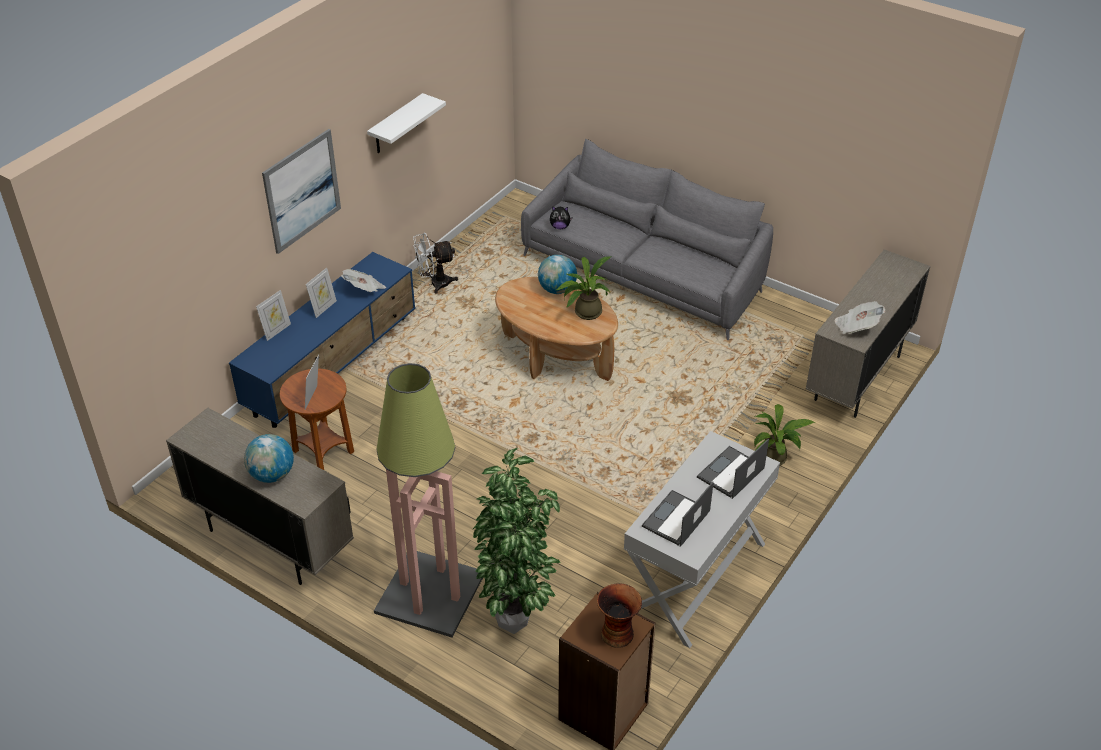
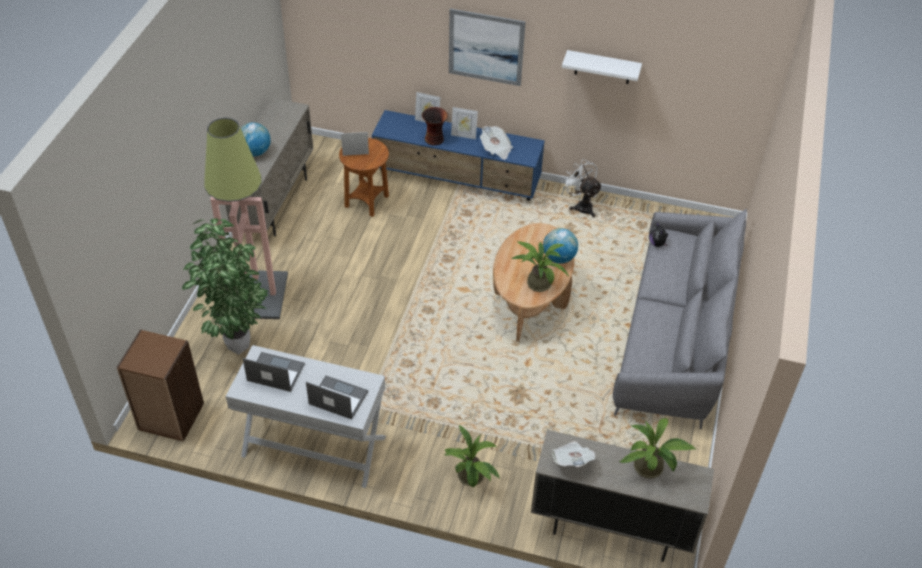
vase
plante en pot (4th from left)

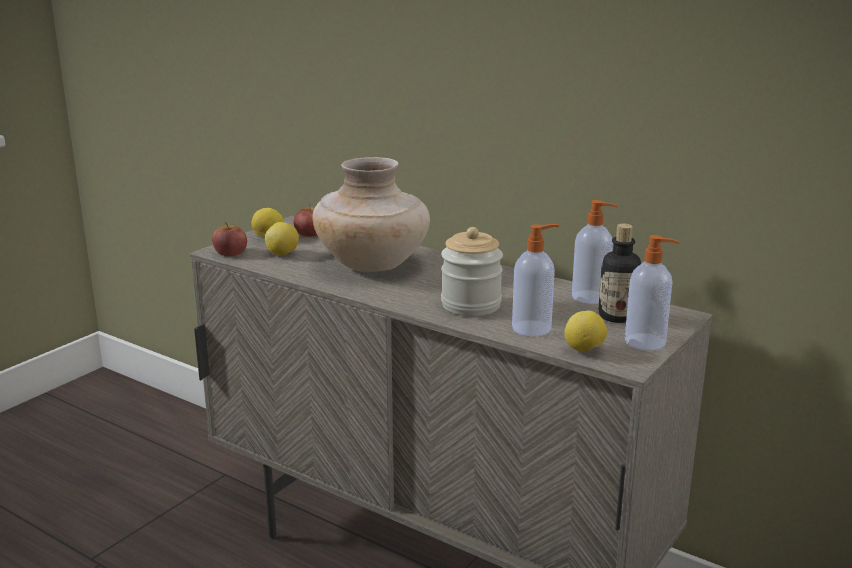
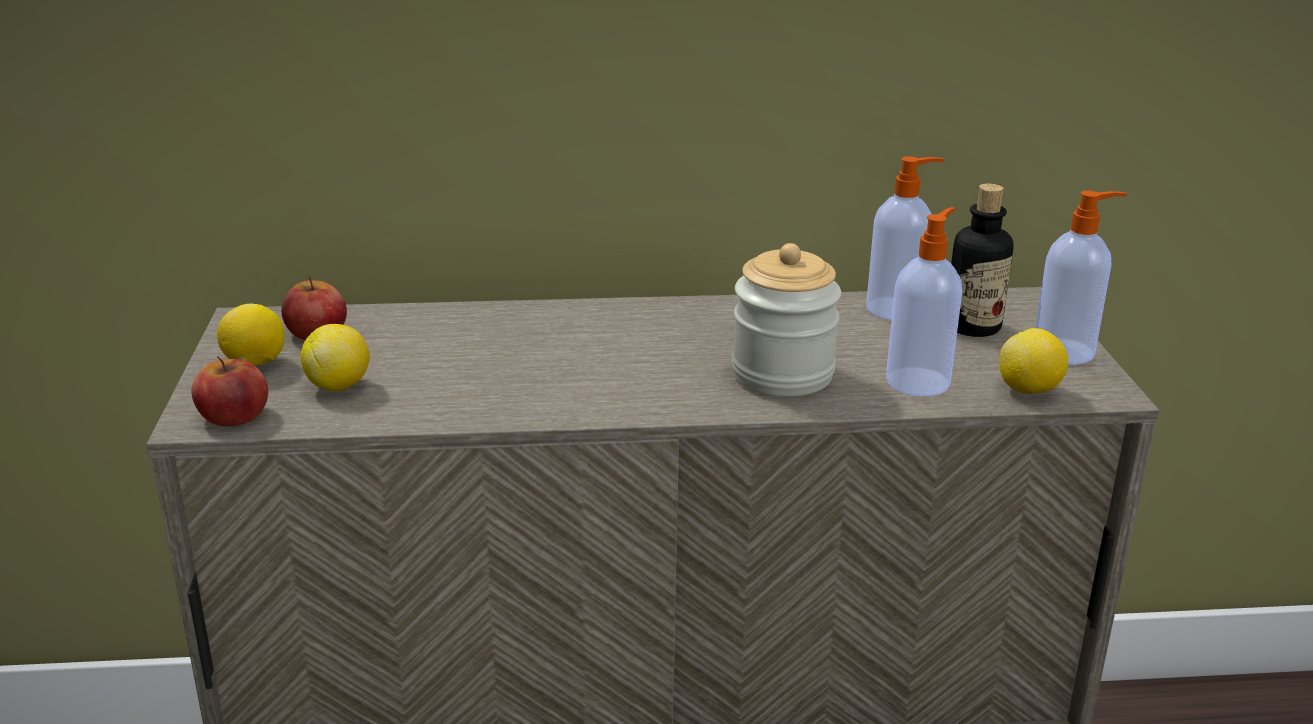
vase/beige

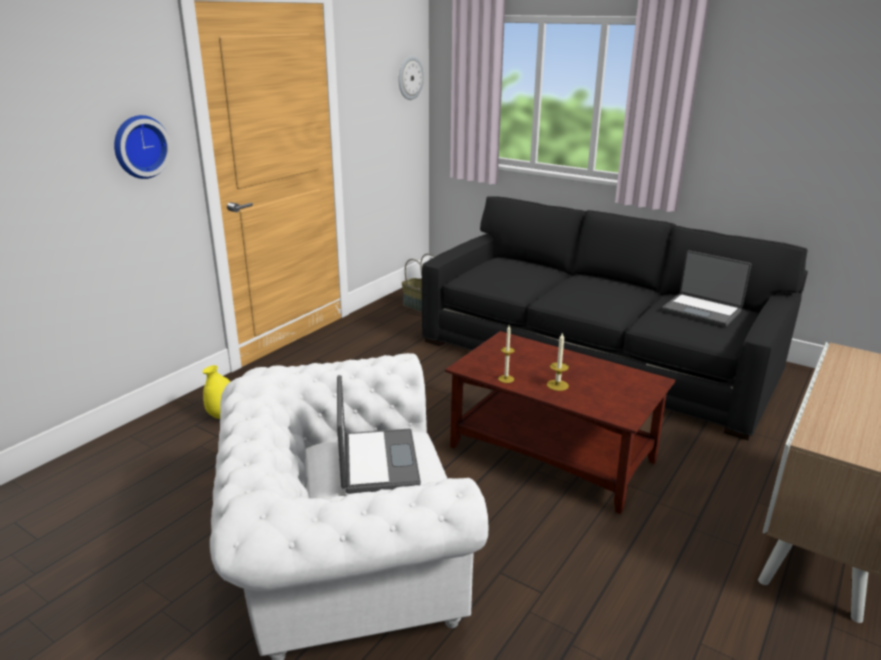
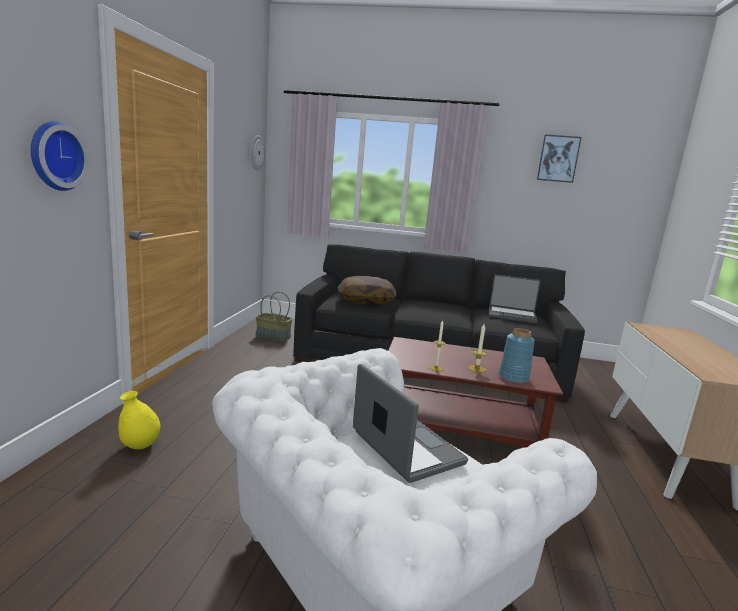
tableau
coussin
vase/bleu

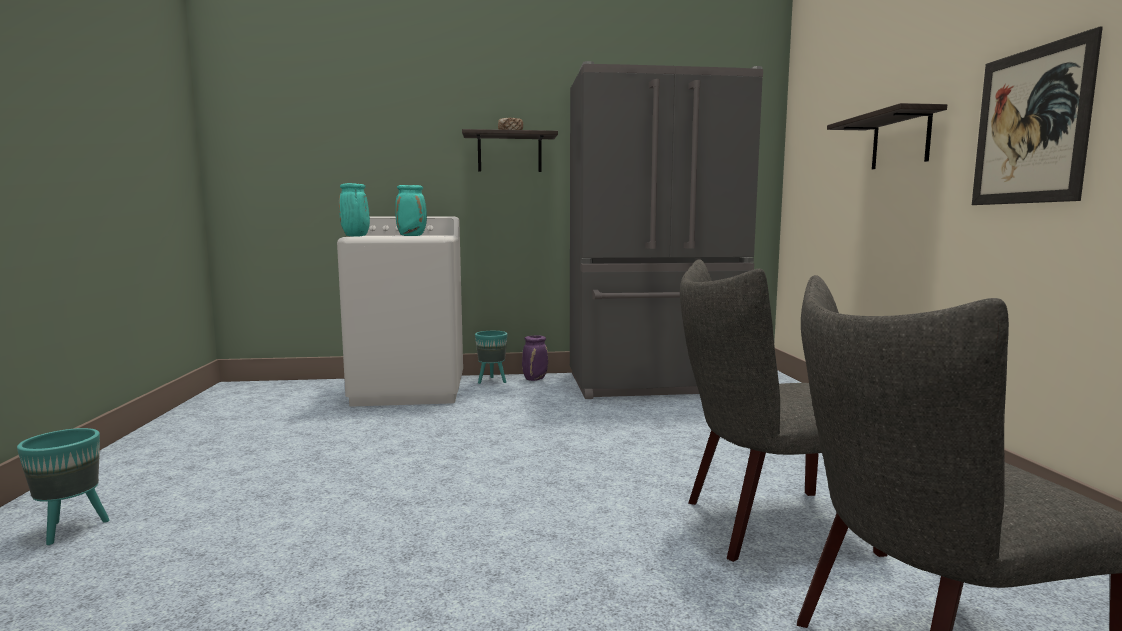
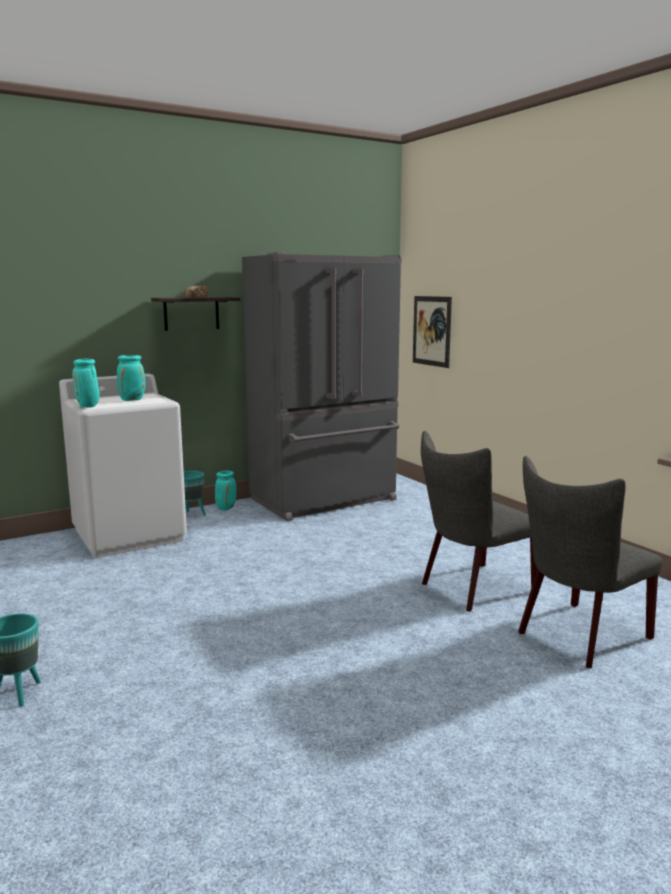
tableau
étagère (2nd from left in the first image)
vase/turquoise (3rd from left)

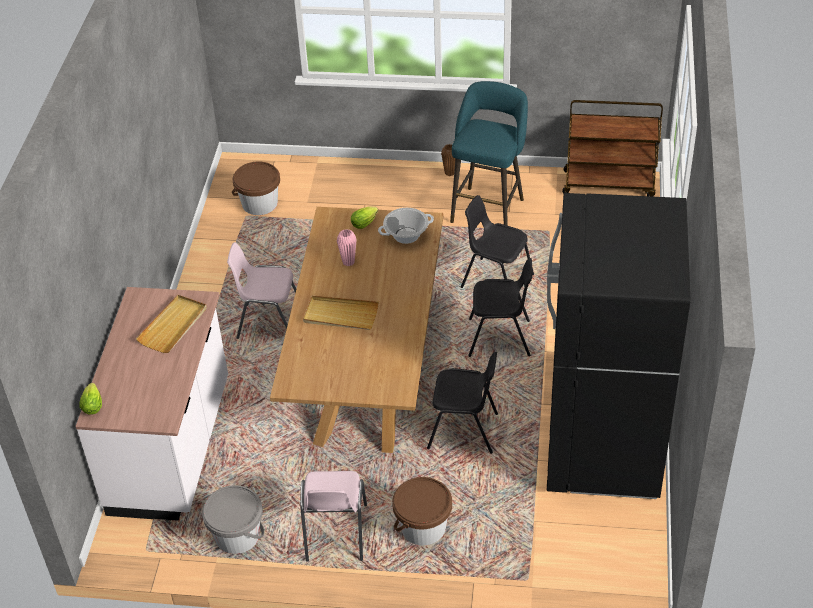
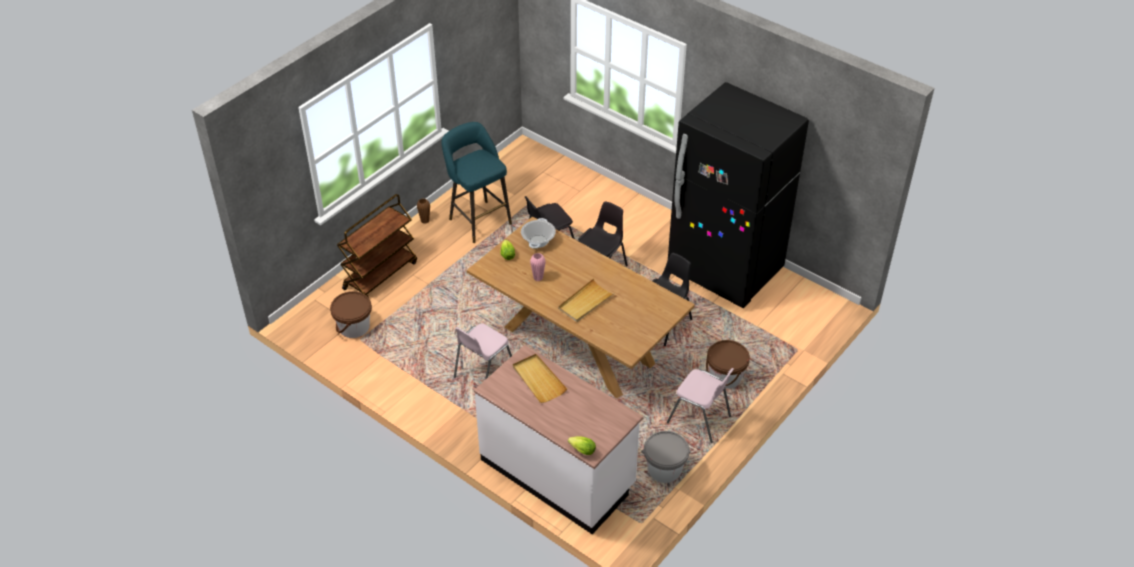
chariot/marron

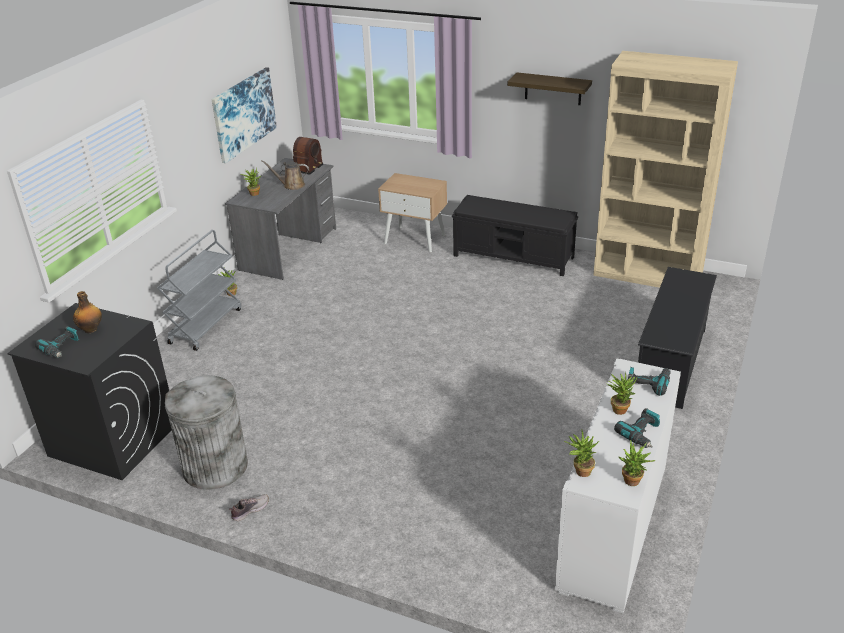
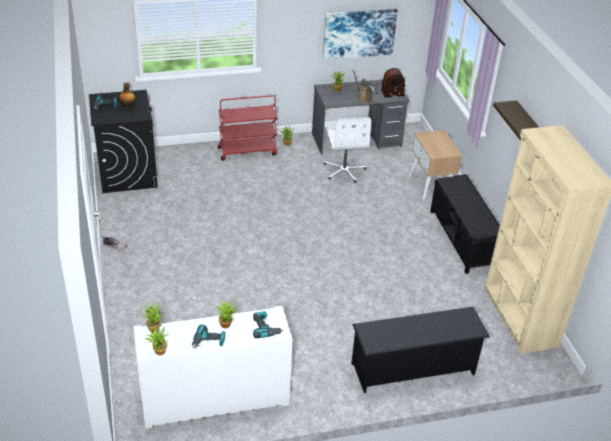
chariot/rouge
poubelle/gris
chaise de bureau/blanc

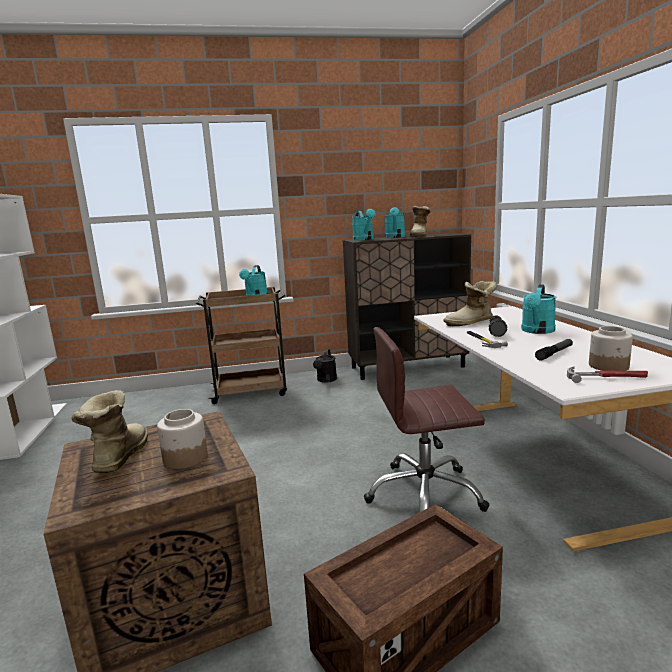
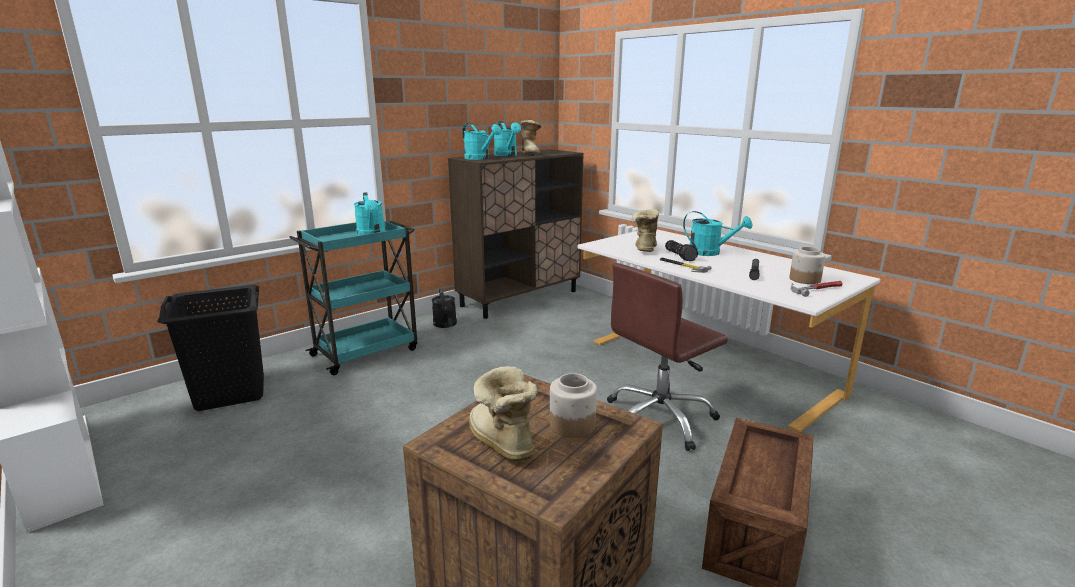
botte (3rd from left)
arrosoir/turquoise (4th from left)
chariot/turquoise
panier à linge/noir

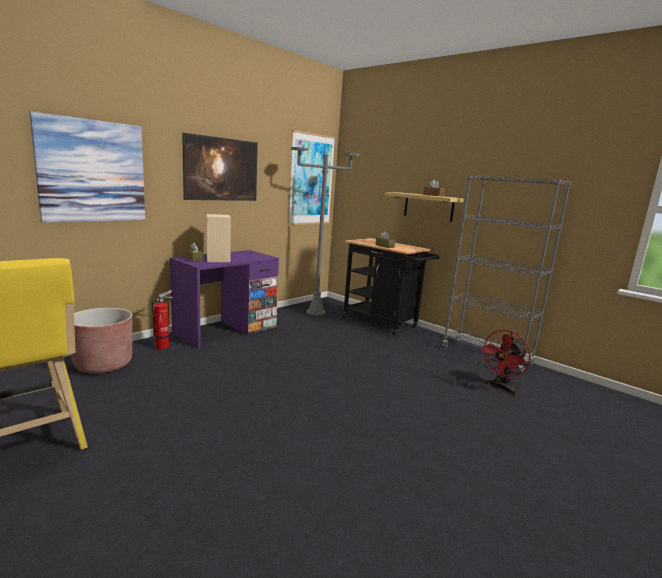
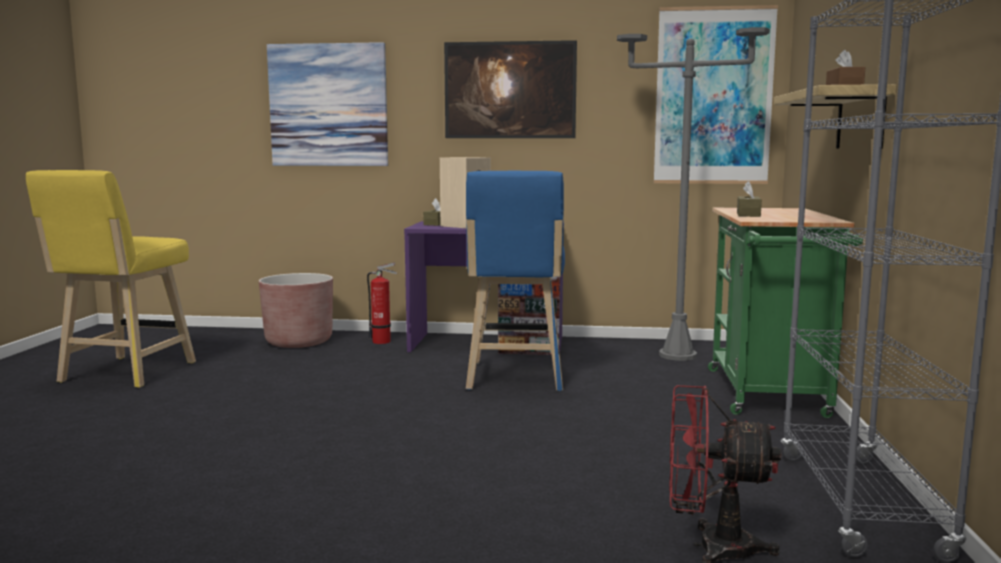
chariot/vert
tabouret/bleu

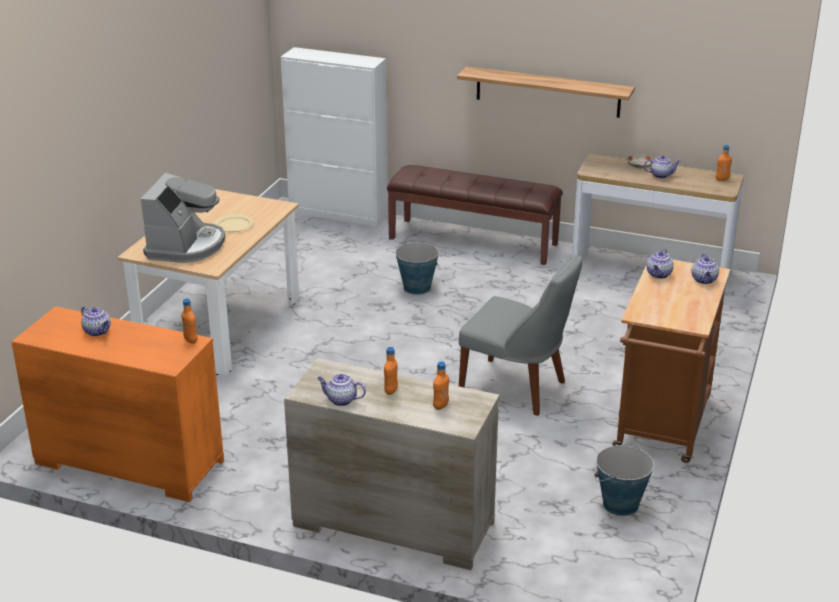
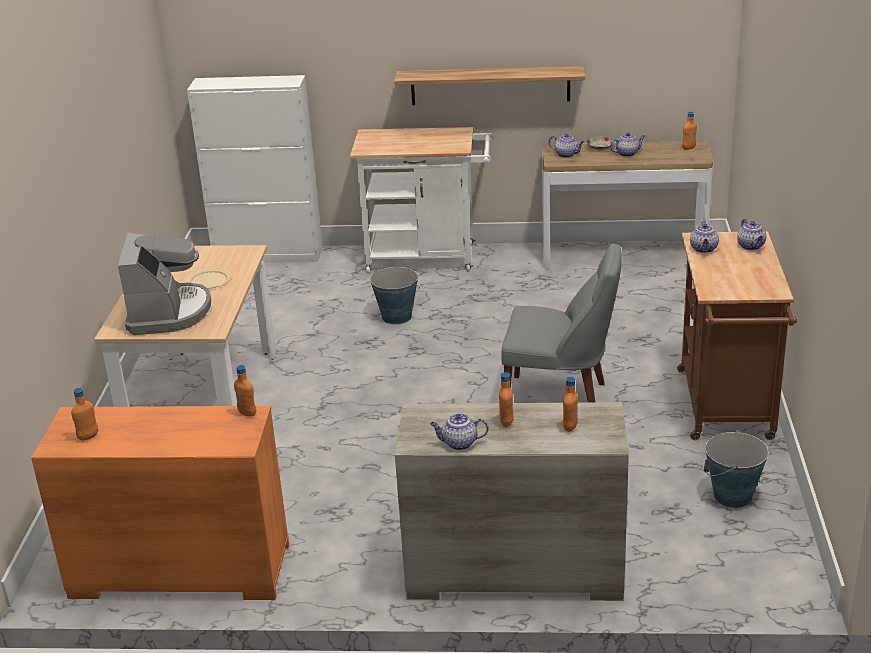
chariot/blanc
théière (2nd from left)
bouteille/orange (1st from left)

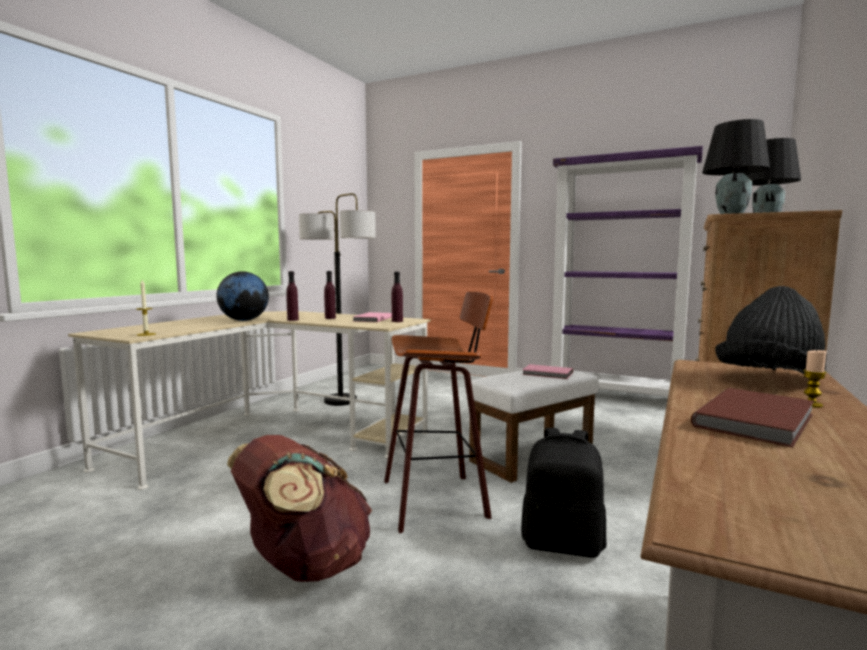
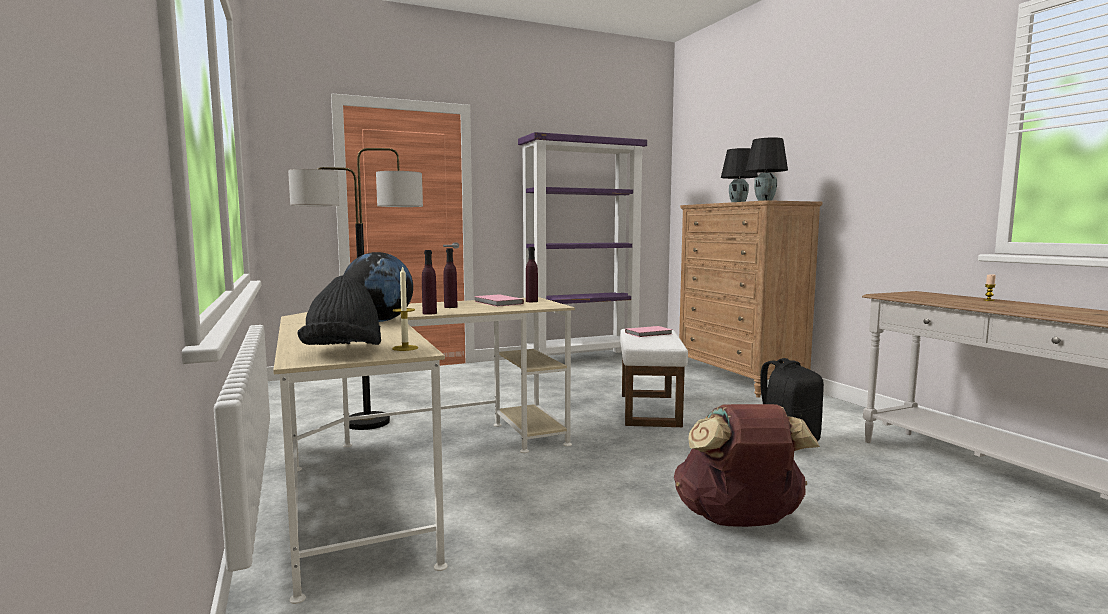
chapeau/noir
tabouret
livre/marron

